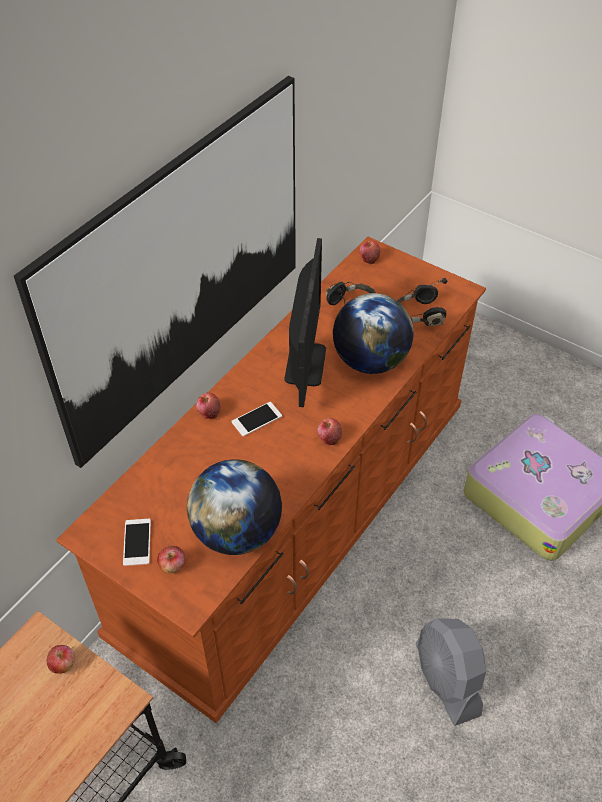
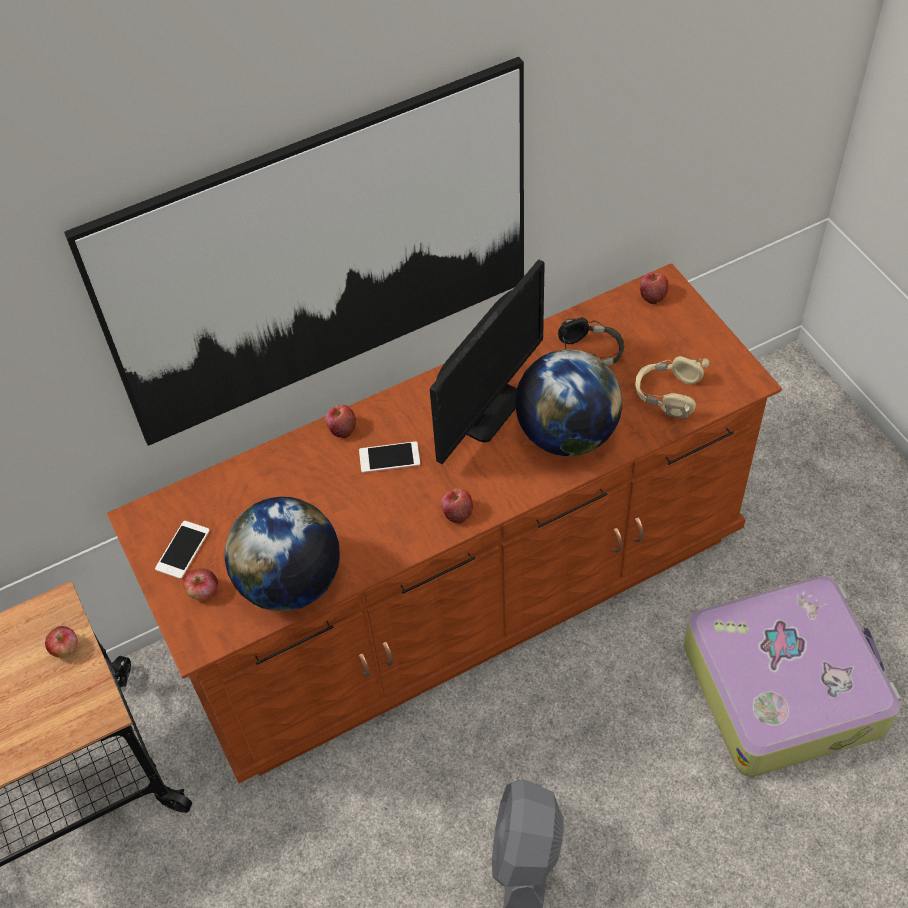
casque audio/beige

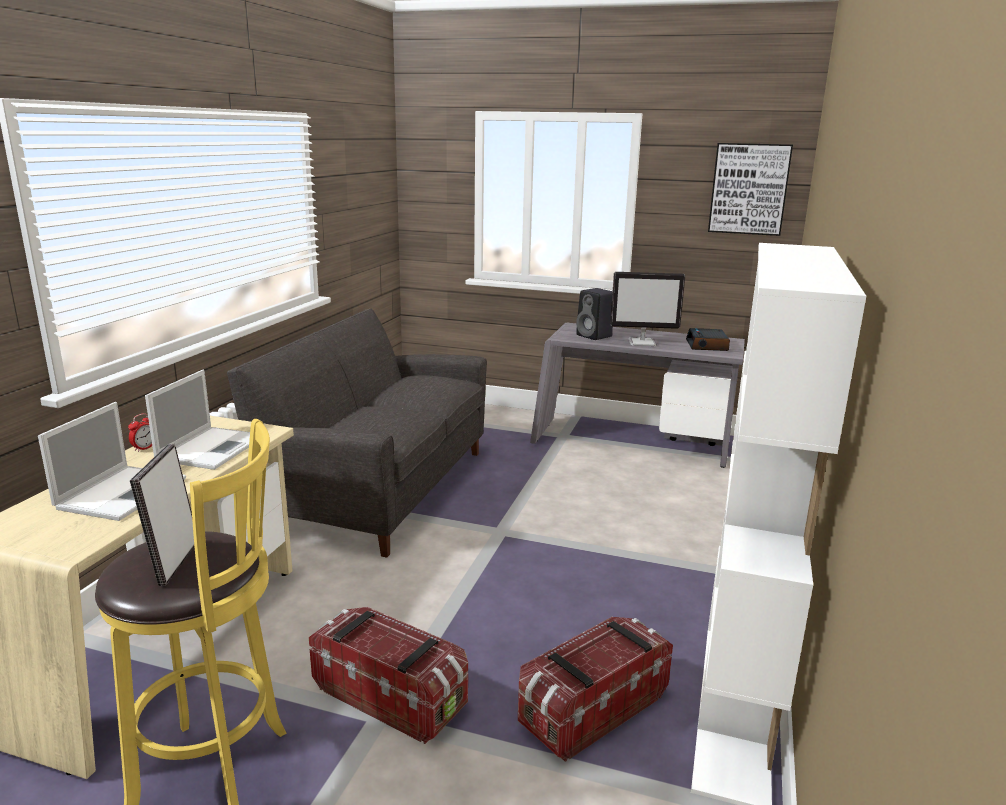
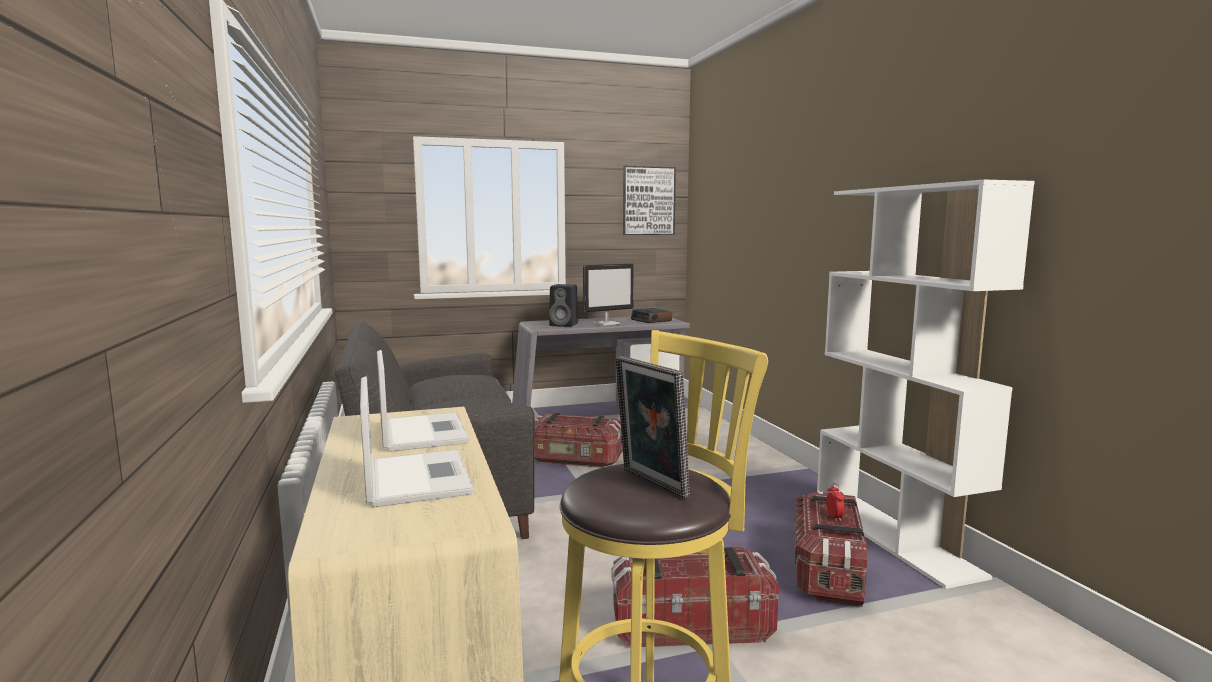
réveil (2nd from left)
boîte de rangement (1st from left)

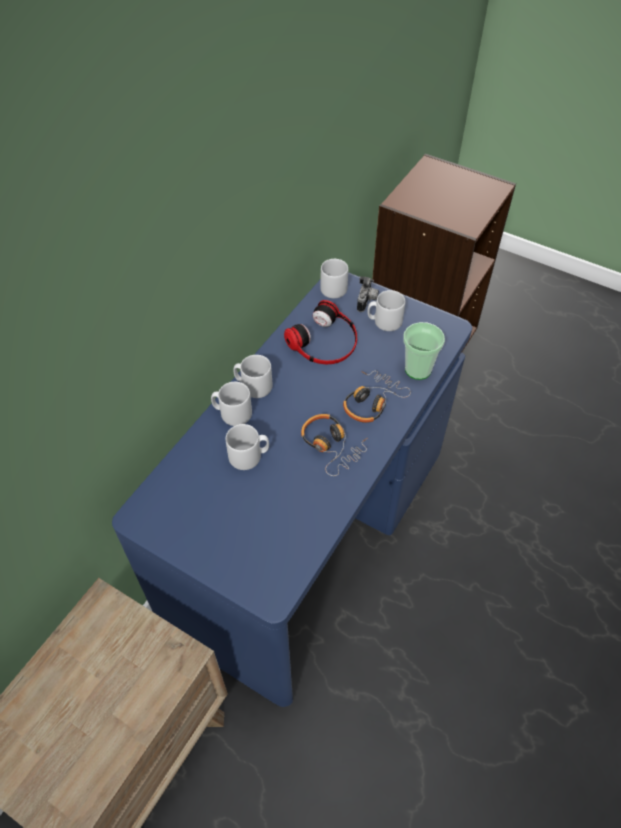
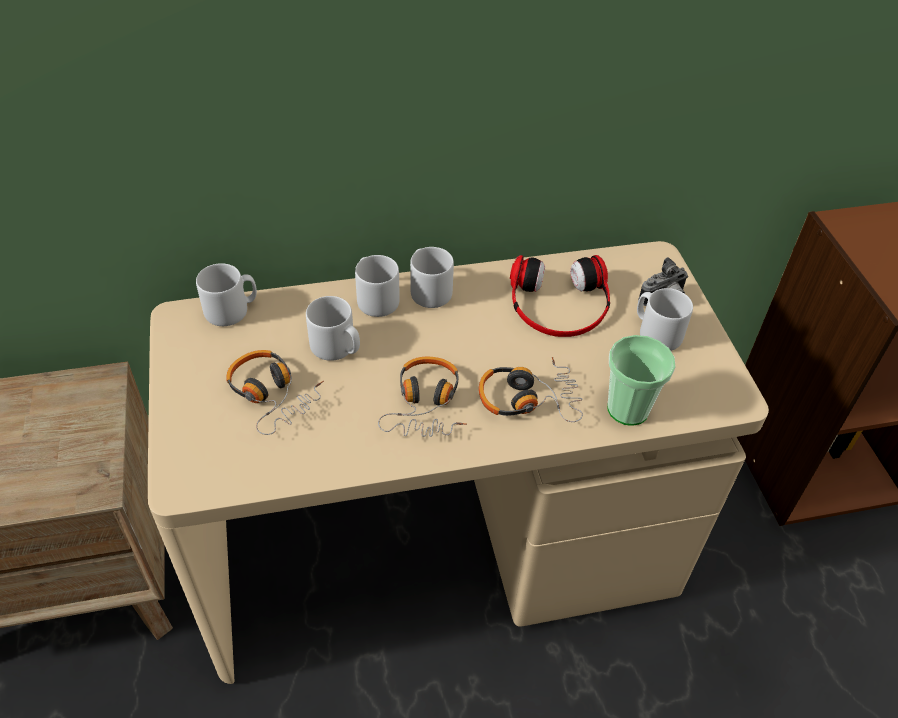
mug/gris (1st from left)
bureau/beige
casque audio (1st from left)

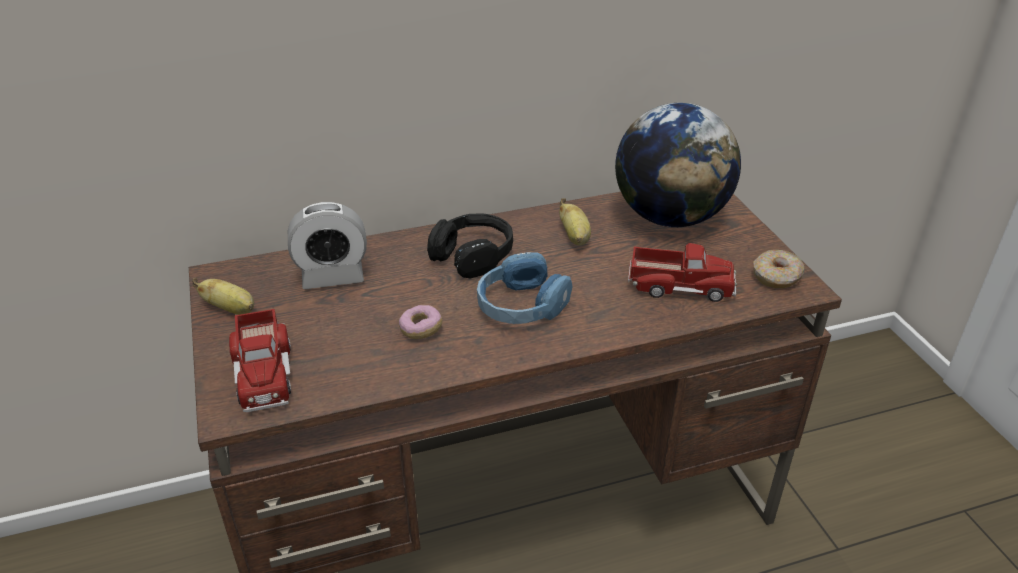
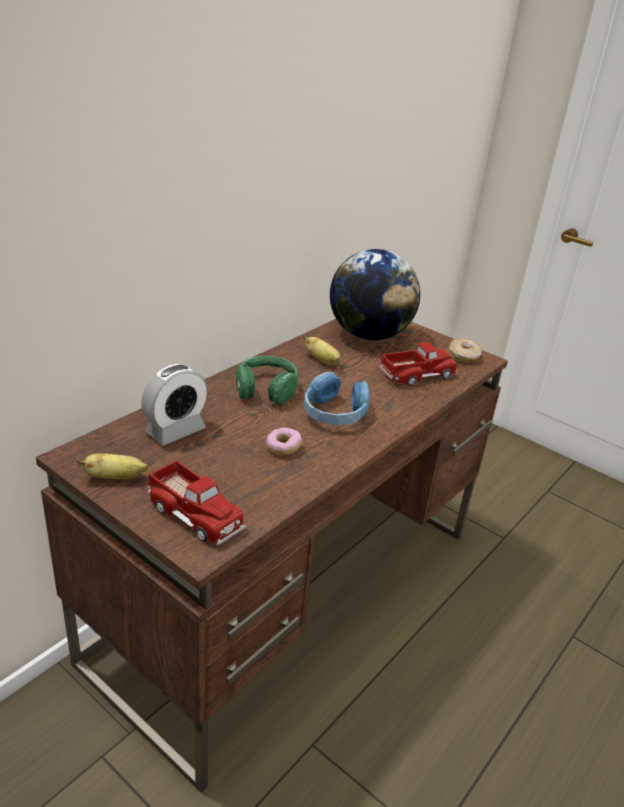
casque audio/vert

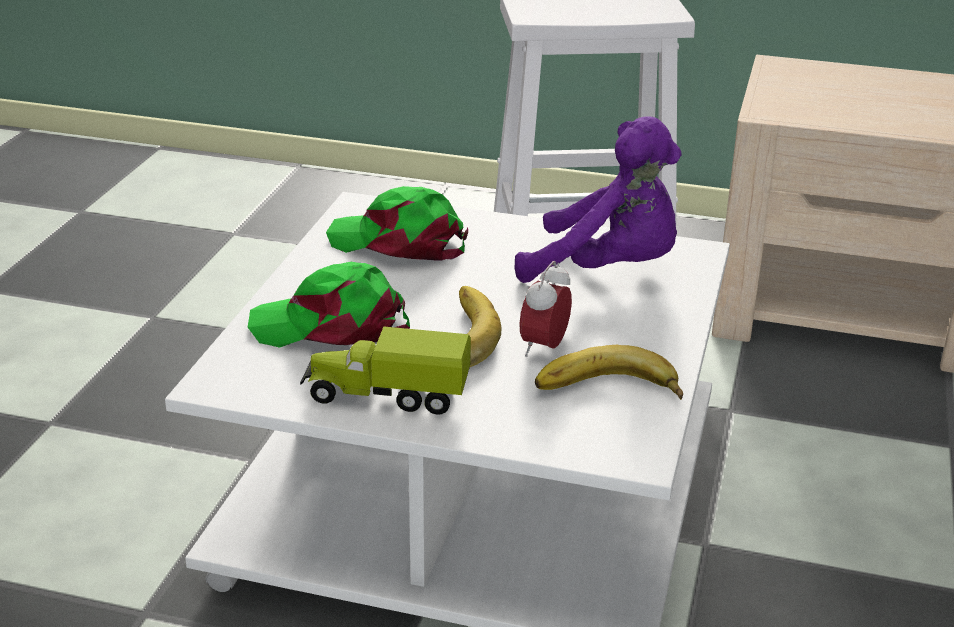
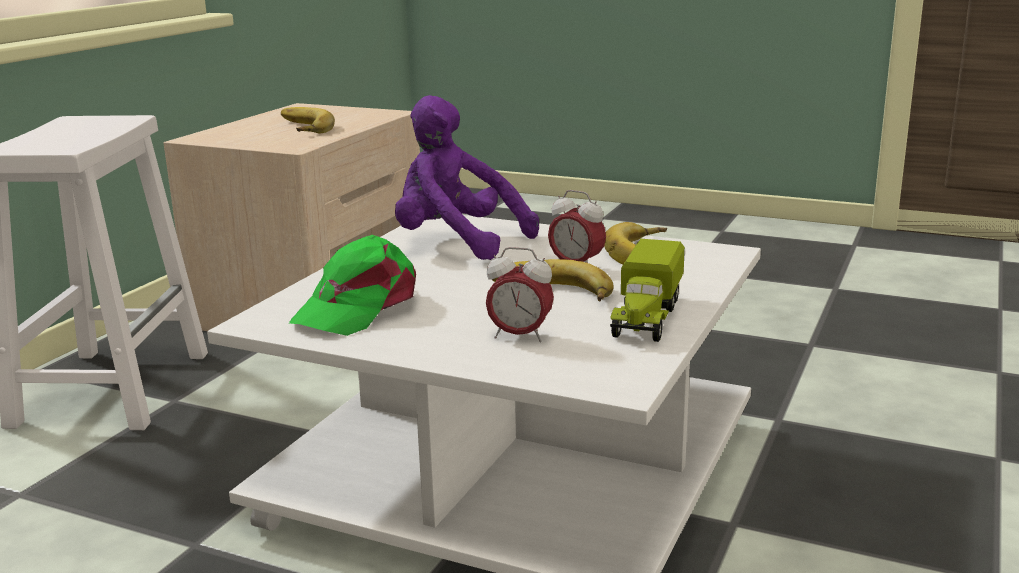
peluche/violet
réveil (1st from left)
banane (1st from left)

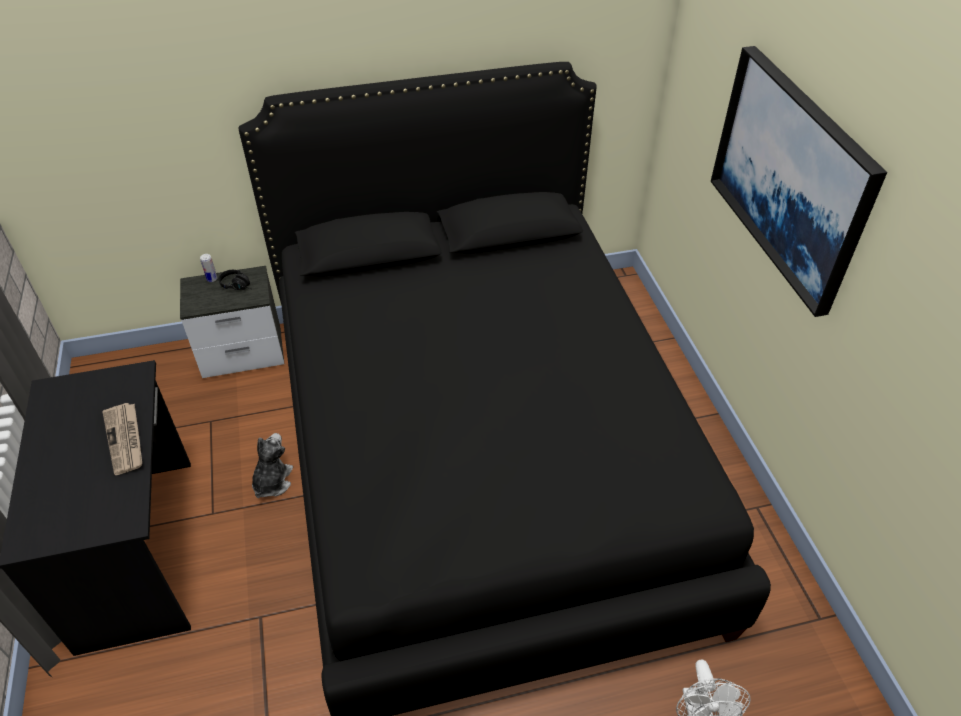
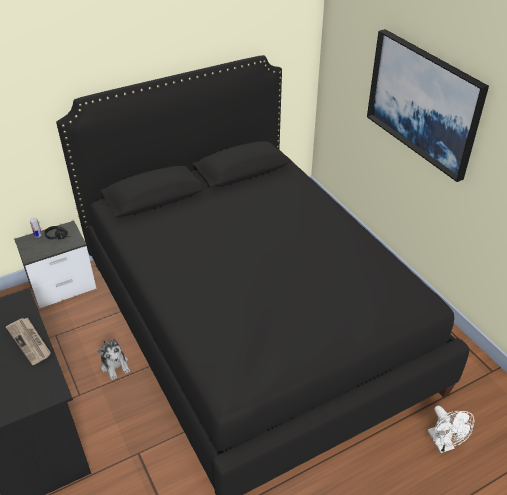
peluche

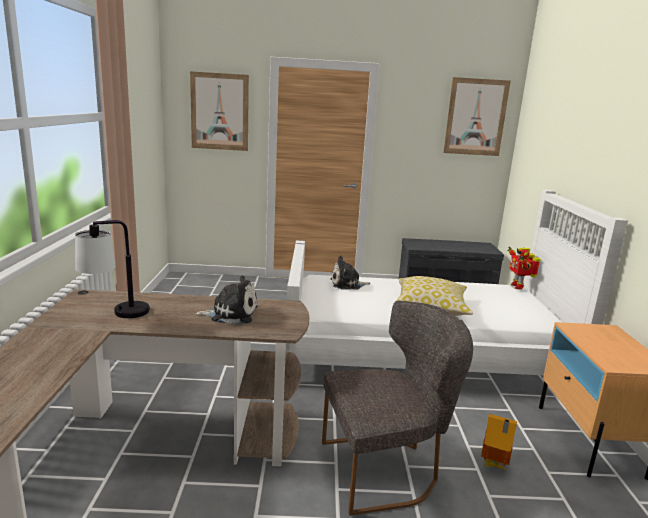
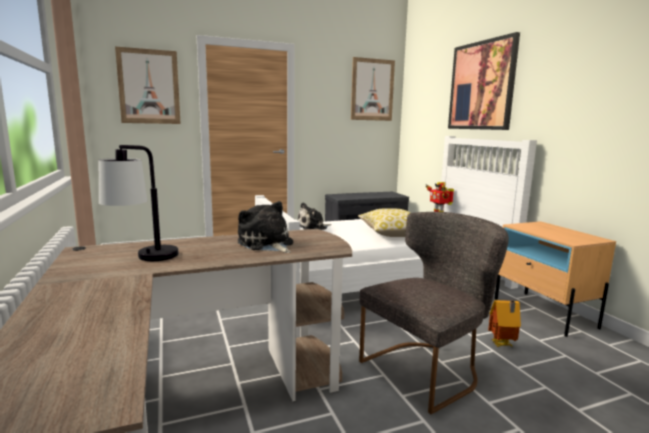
peluche (1st from left)
tableau (3rd from left)

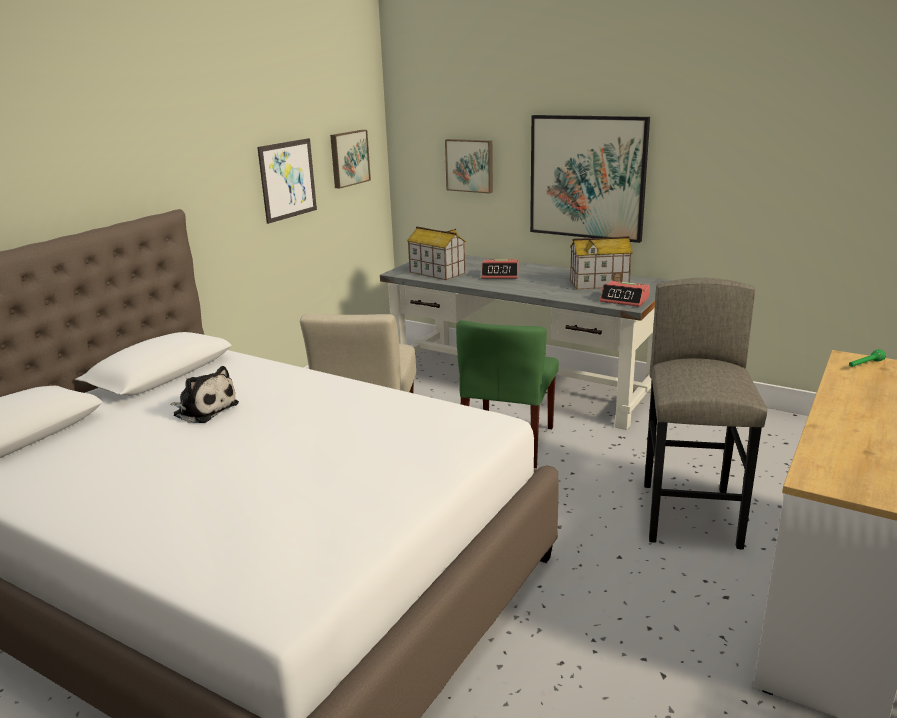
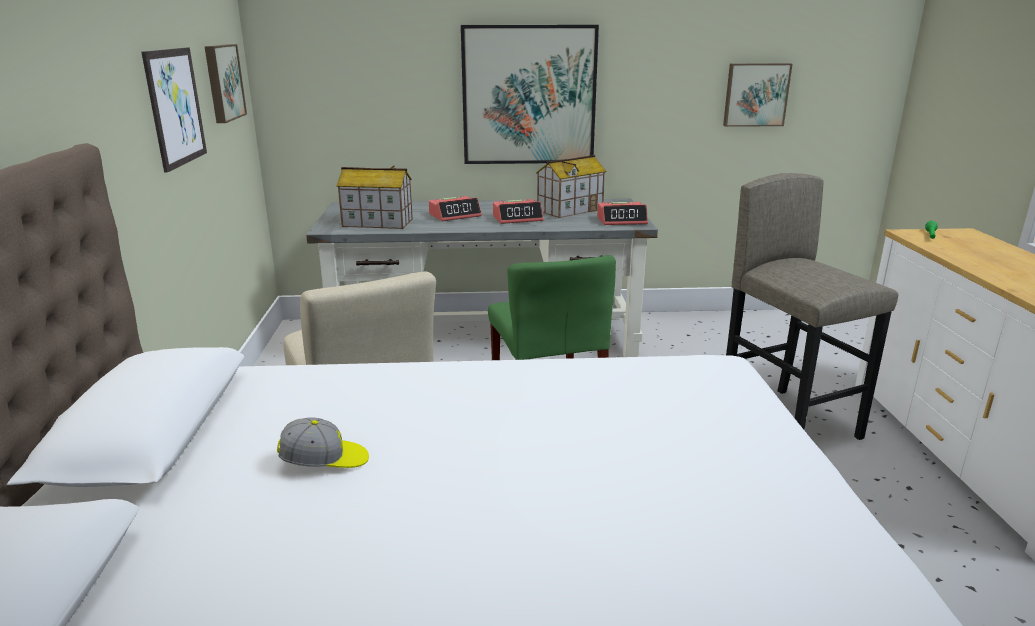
tableau (4th from left)
casquette
réveil (2nd from left)

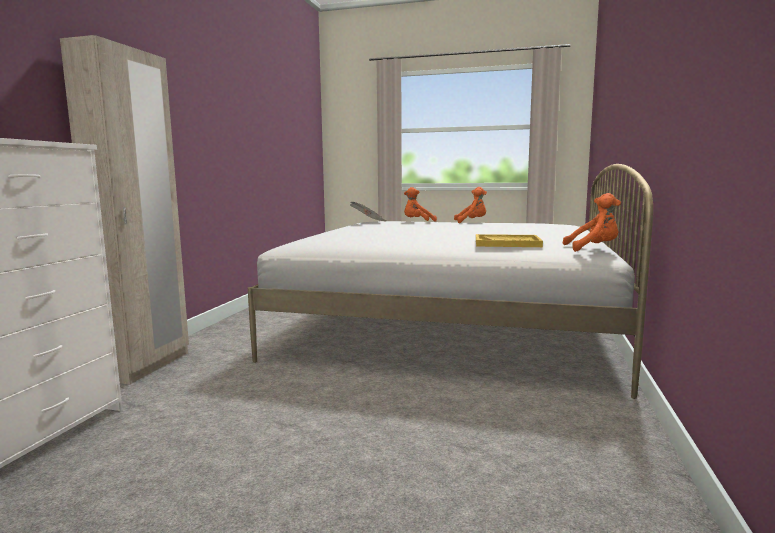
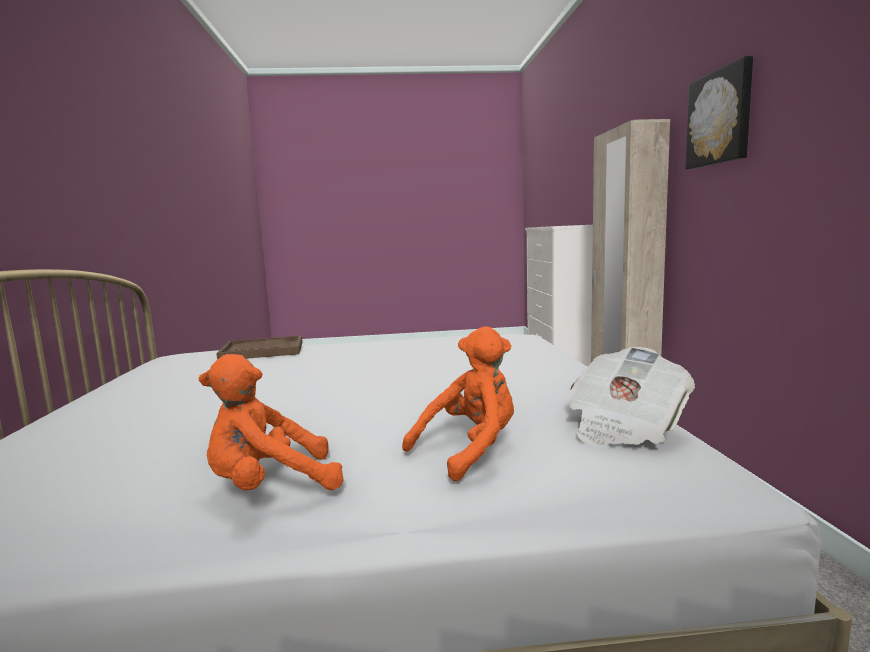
peluche/orange (3rd from left in the first image)
plateau/marron
tableau

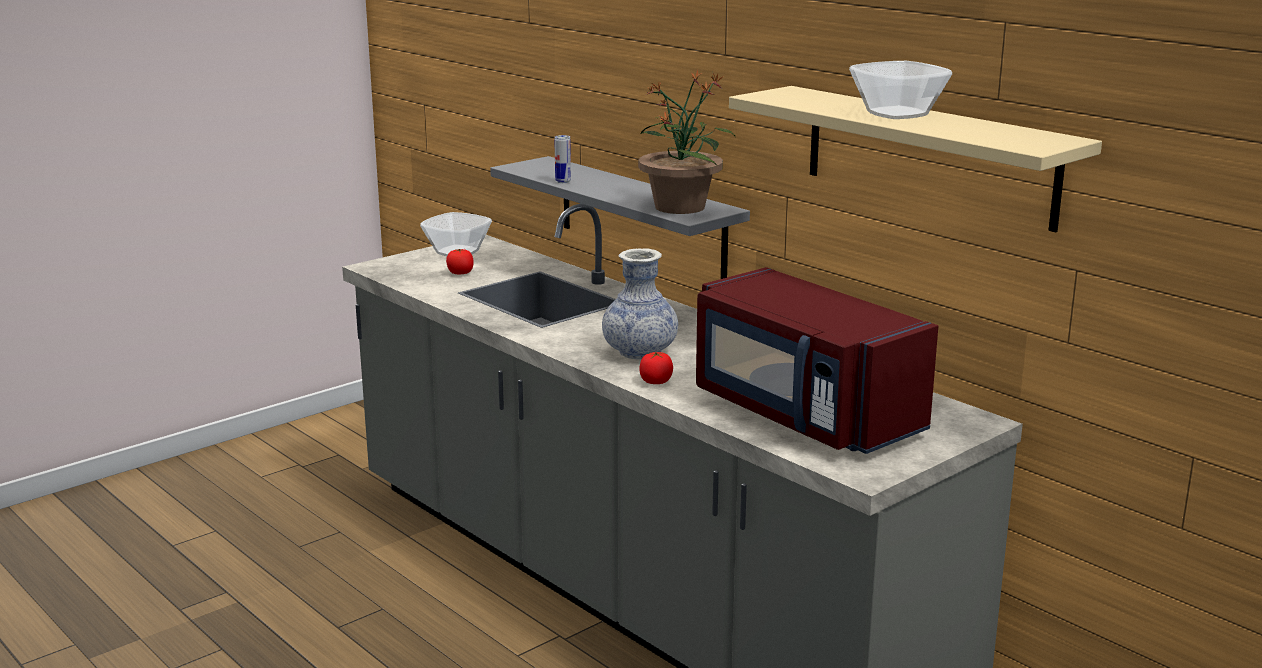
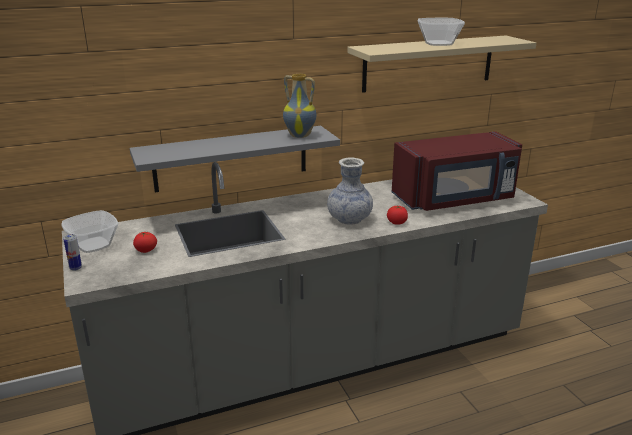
vase (1st from left)
boîte métallique

